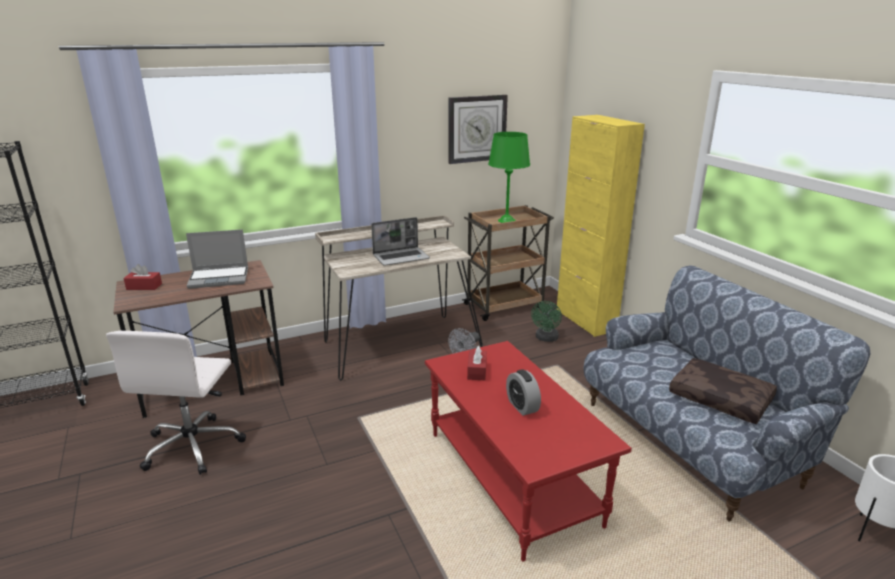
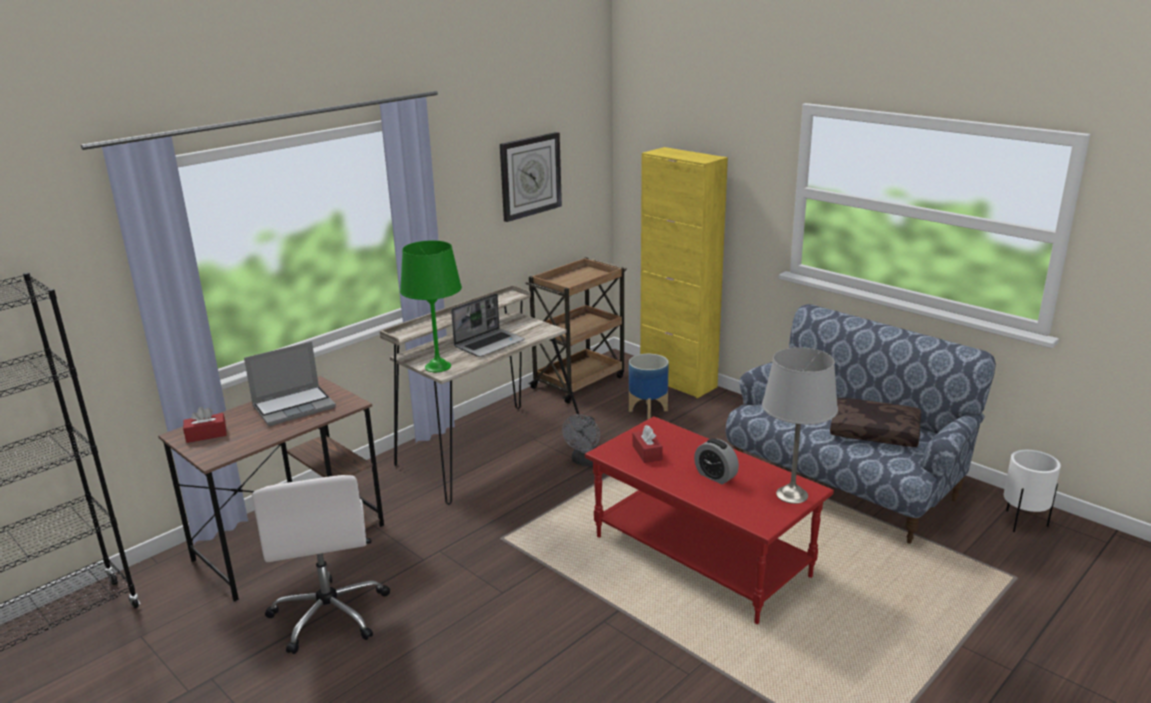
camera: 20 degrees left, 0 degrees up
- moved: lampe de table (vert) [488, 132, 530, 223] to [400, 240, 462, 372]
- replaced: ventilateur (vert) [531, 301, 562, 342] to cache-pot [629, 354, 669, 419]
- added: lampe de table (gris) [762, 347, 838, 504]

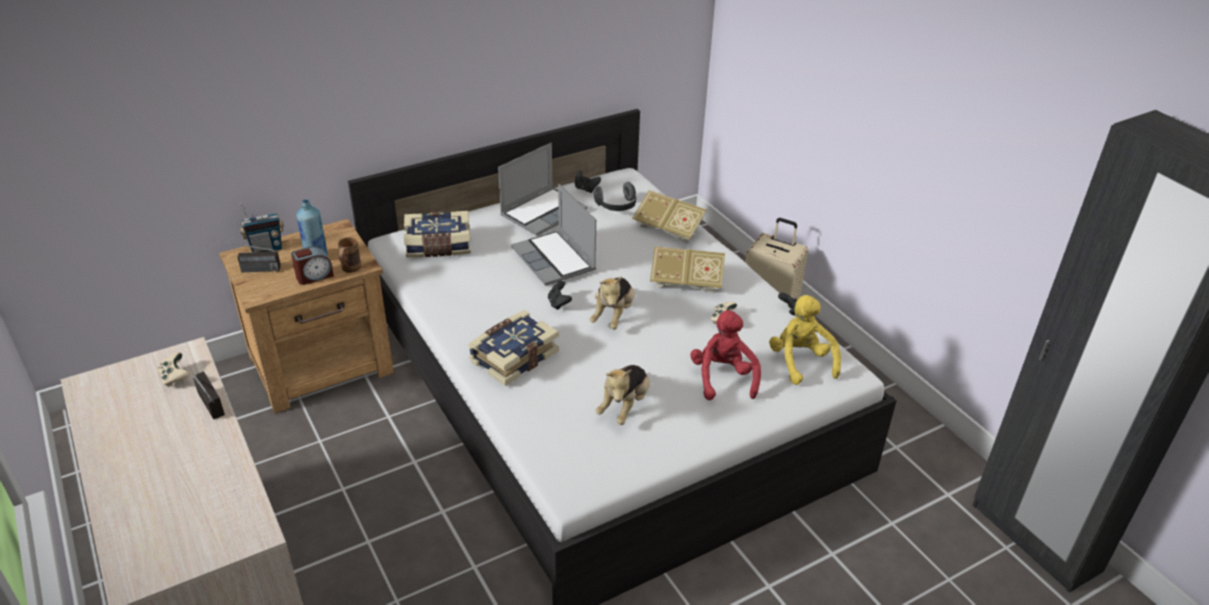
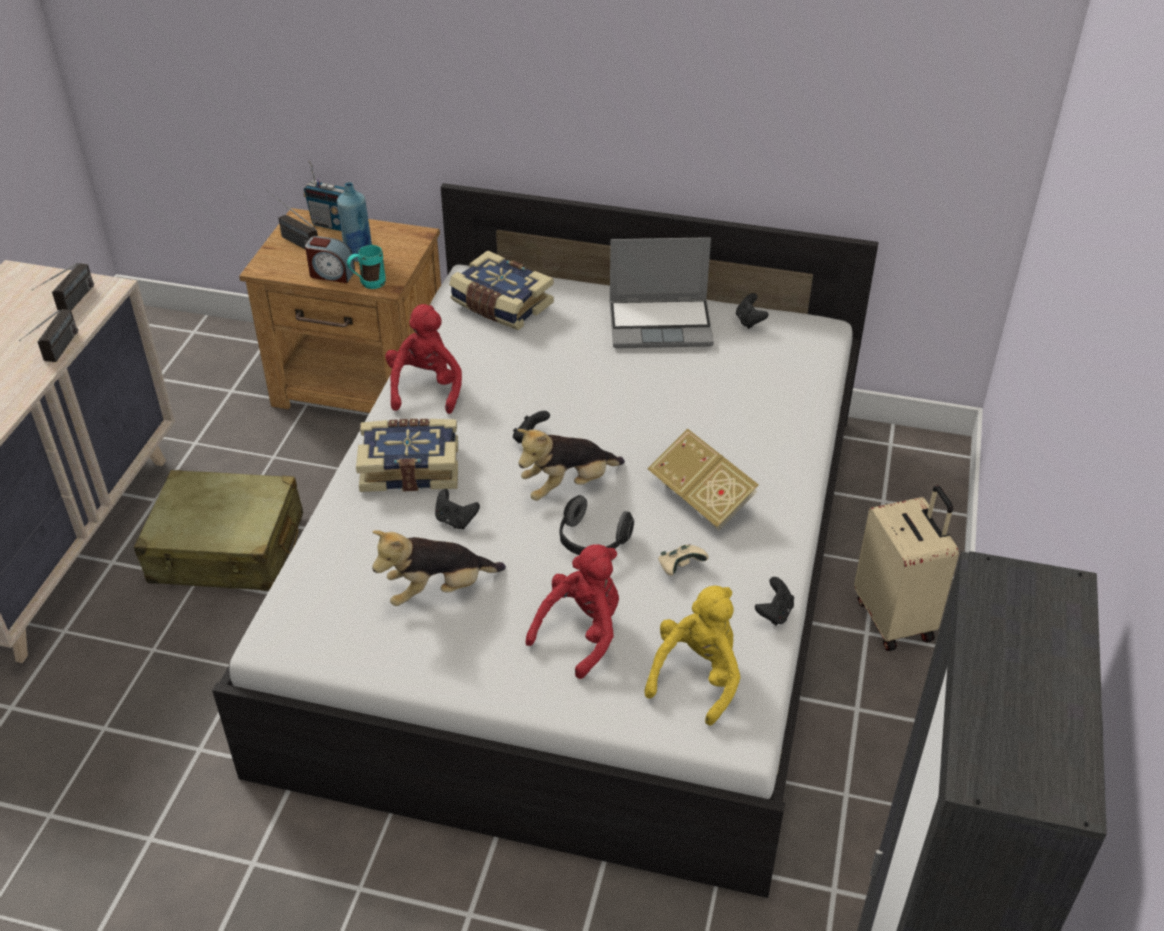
camera: 45 degrees right, 5 degrees up
- replaced: manette (beige) [157, 352, 190, 387] to radio [32, 263, 94, 310]
- recoloured: mug (marron) [338, 237, 361, 272] to mug (turquoise) [347, 245, 386, 289]
- removed: ordinateur portable [511, 184, 596, 286]
- moved: casque audio [594, 182, 636, 211] to [559, 495, 634, 555]
- removed: livre [632, 190, 707, 244]
- added: valise (beige) [134, 470, 303, 591]
- added: peluche (rouge) [385, 304, 462, 414]
- added: manette (noir) [435, 489, 480, 529]

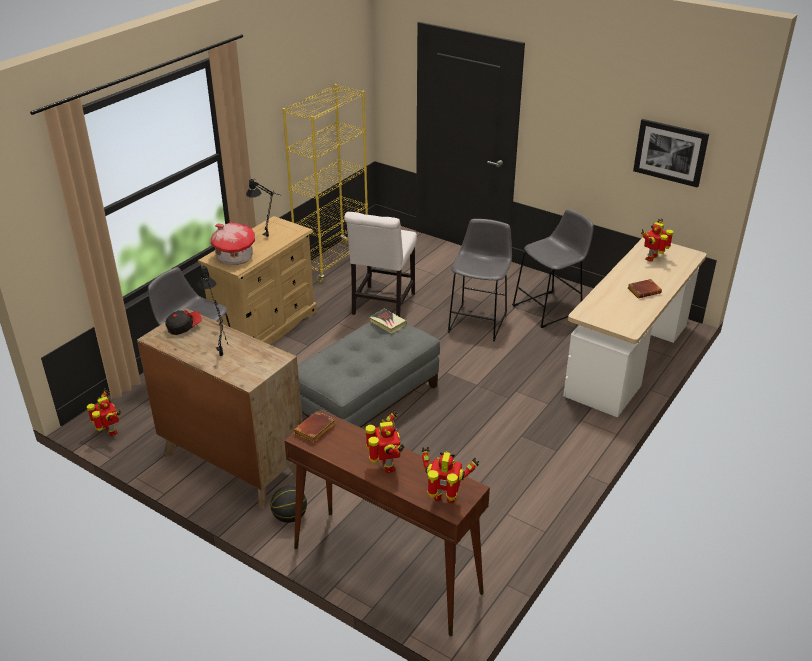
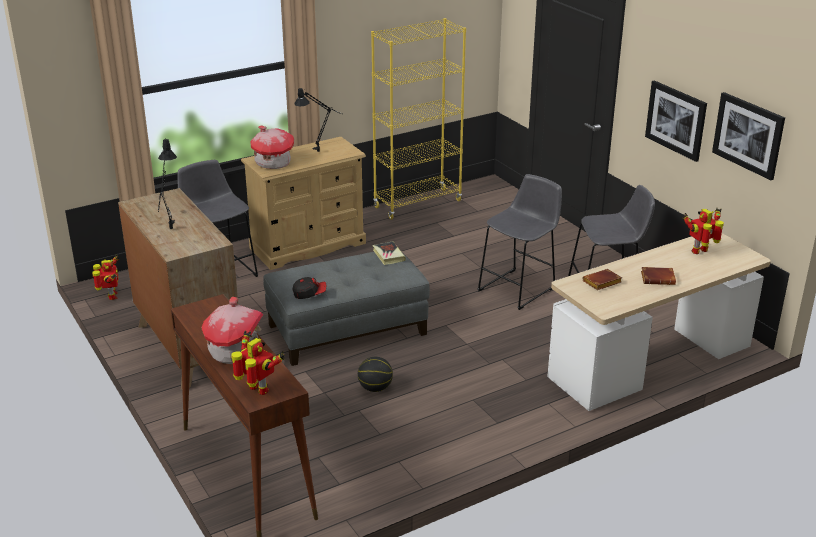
camera: 25 degrees right, 5 degrees down
- moved: casquette [165, 310, 202, 335] to [293, 277, 326, 299]
- moved: ballon de basket [270, 486, 307, 523] to [358, 357, 393, 392]
- moved: livre (marron) [293, 411, 336, 443] to [583, 269, 622, 290]
- removed: chaise (blanc) [344, 212, 417, 317]
- replaced: robot jouet [365, 410, 405, 473] to maison miniature [201, 297, 263, 364]
- added: tableau [645, 80, 707, 162]

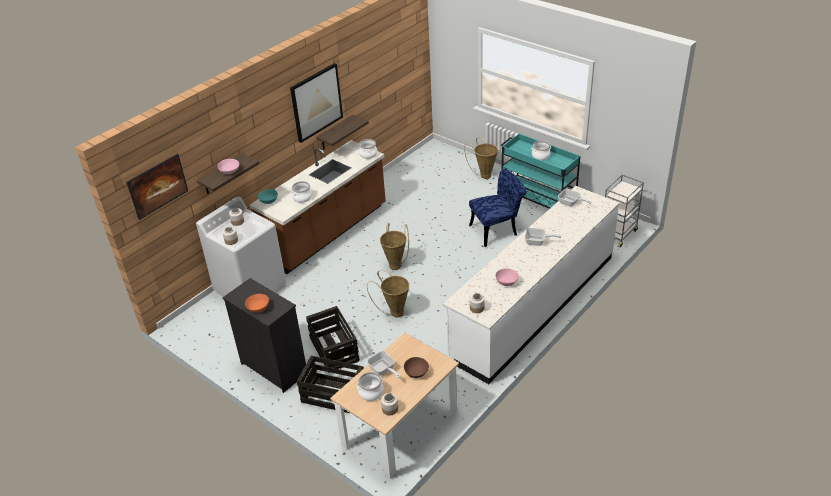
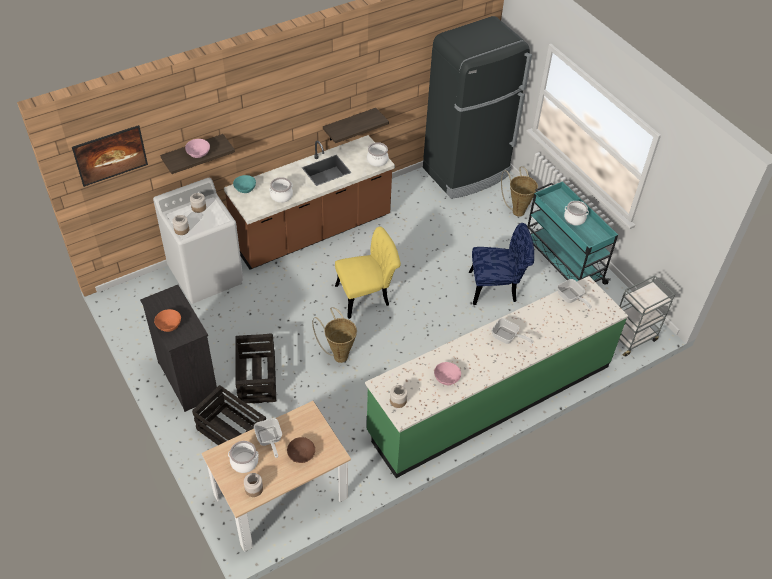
camera: 15 degrees right, 10 degrees up
- removed: tableau [290, 63, 343, 143]
- replaced: panier [380, 223, 409, 270] to chaise (jaune) [335, 227, 401, 319]
- recoloured: comptoir de cuisine (blanc) [443, 186, 619, 384] to comptoir de cuisine (vert) [365, 276, 628, 478]
- added: réfrigérateur (noir) [423, 16, 532, 199]

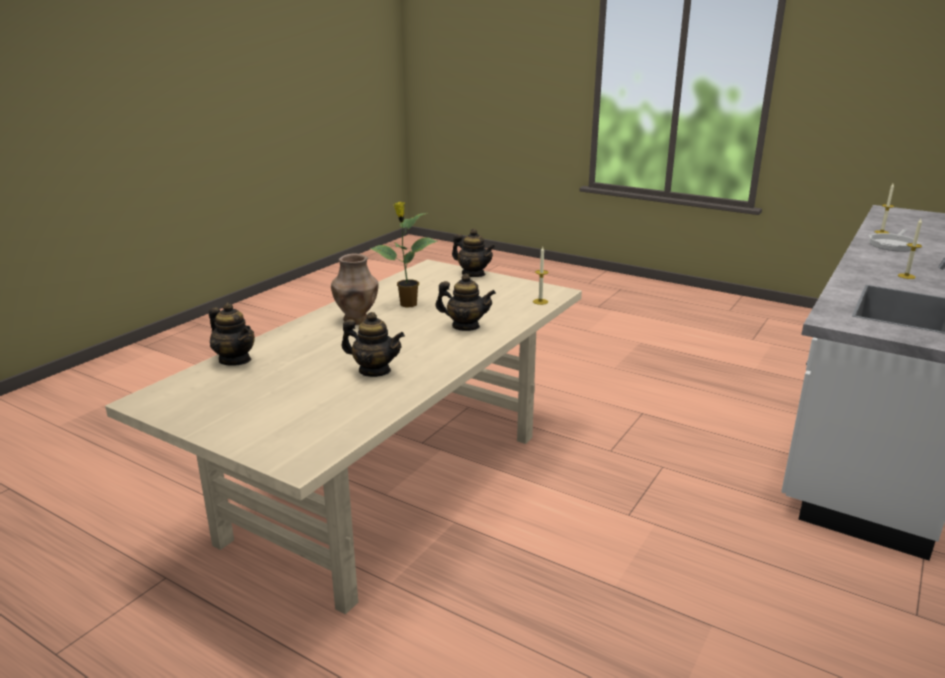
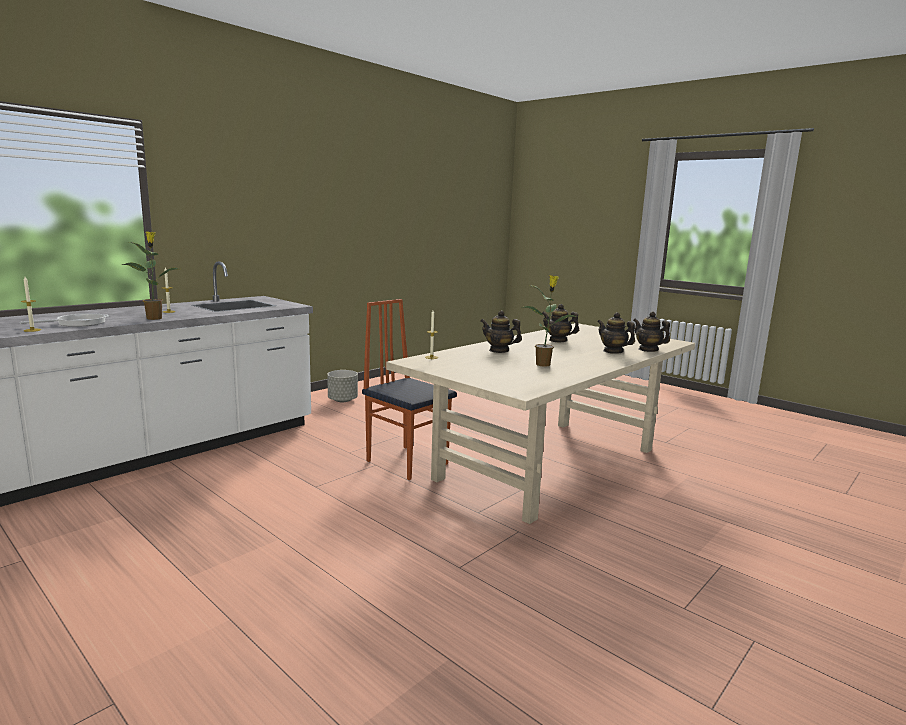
camera: 170 degrees left, 10 degrees down
- removed: vase (marron) [331, 254, 378, 325]
- moved: théière [452, 229, 495, 277] to [597, 312, 635, 354]
- added: plante en pot [121, 231, 178, 320]
- added: cache-pot (gris) [327, 370, 358, 402]
- added: chaise [362, 299, 457, 480]

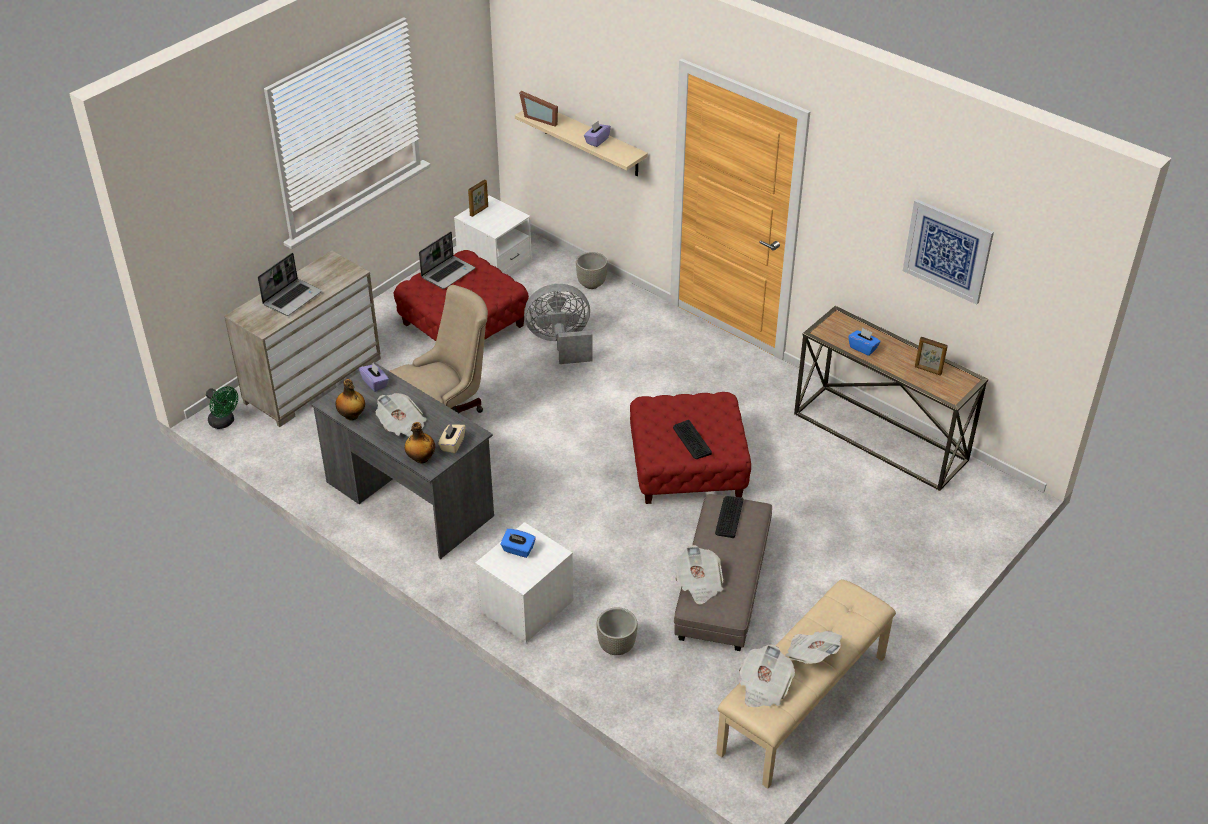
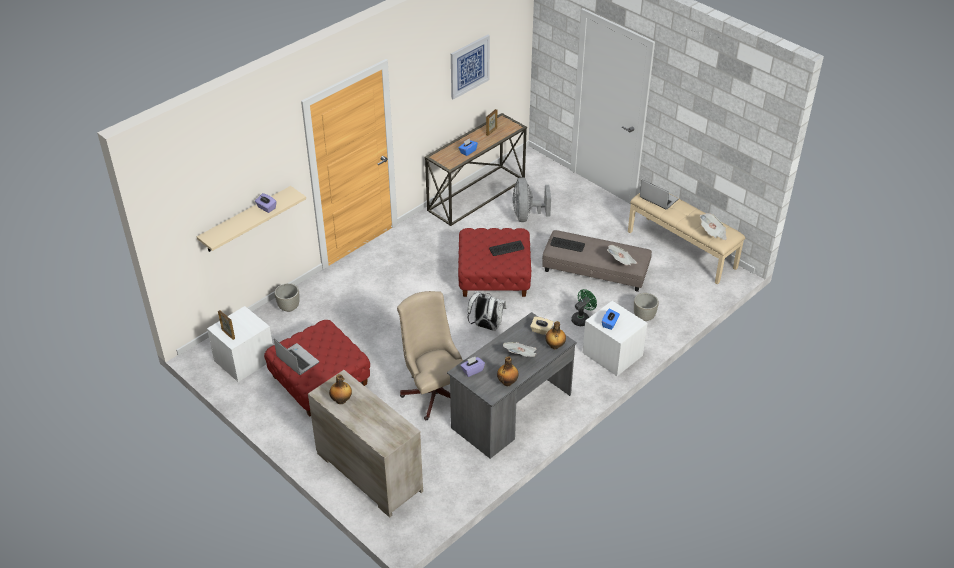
camera: 85 degrees left, 0 degrees up
- moved: ventilateur (vert) [206, 386, 238, 429] to [571, 289, 597, 326]
- moved: ordinateur portable [258, 253, 322, 316] to [640, 179, 678, 209]
- removed: cadre photo [519, 91, 558, 126]
- moved: ventilateur (gris) [524, 284, 593, 364] to [513, 177, 551, 222]
- removed: journal [785, 631, 842, 664]
- added: bouteille [329, 374, 352, 404]
- added: sac à dos (blanc) [468, 291, 506, 331]

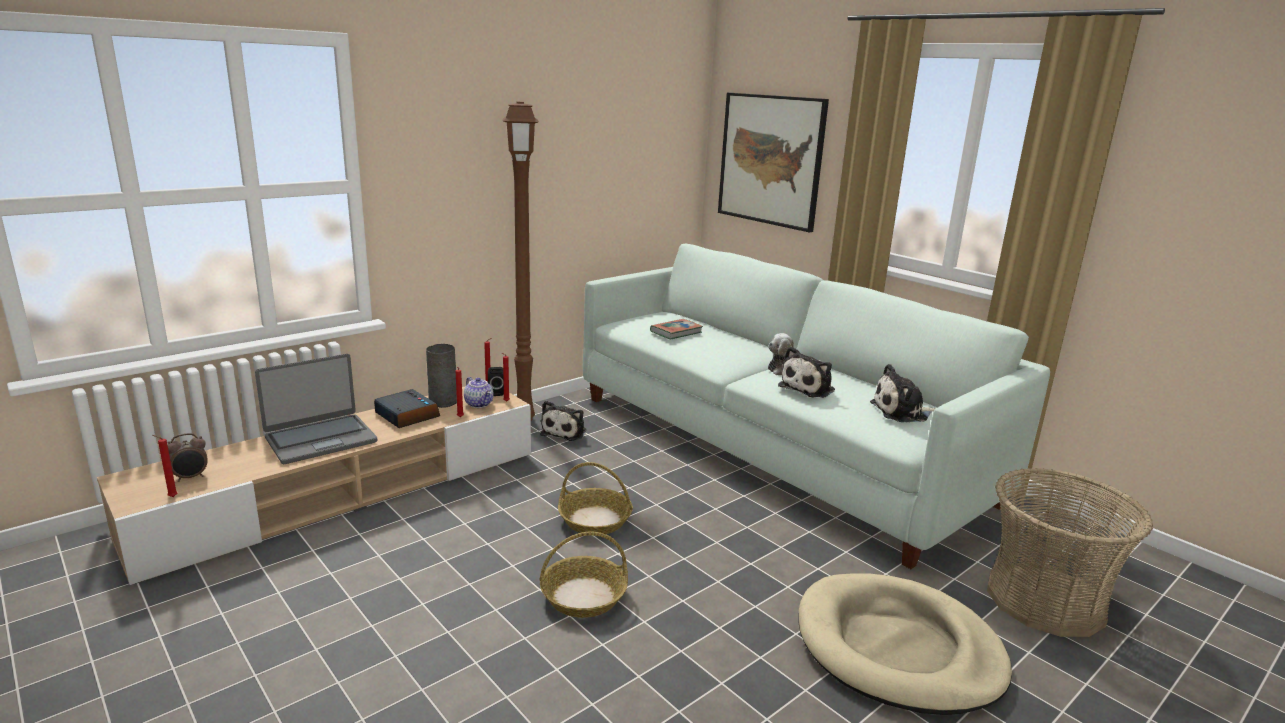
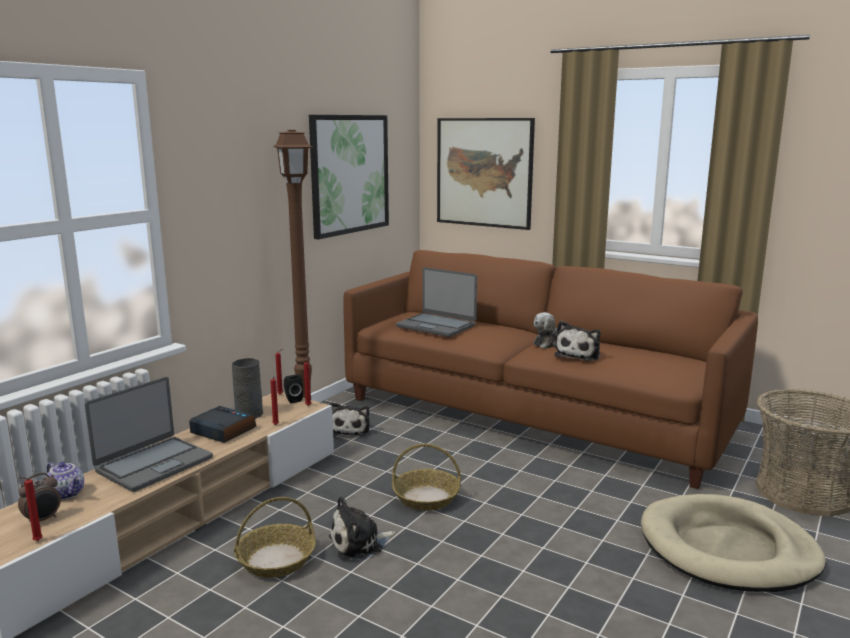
camera: 15 degrees left, 5 degrees down
- moved: théière [464, 377, 494, 408] to [46, 462, 84, 500]
- moved: panier [539, 532, 628, 618] to [234, 497, 316, 578]
- recoloured: canapé (blanc) [583, 244, 1050, 569] to canapé (marron) [344, 250, 758, 489]
- replaced: livre [650, 319, 703, 340] to ordinateur portable [396, 267, 477, 337]
- moved: peluche [870, 364, 936, 422] to [329, 496, 395, 560]
- added: tableau [309, 115, 389, 239]

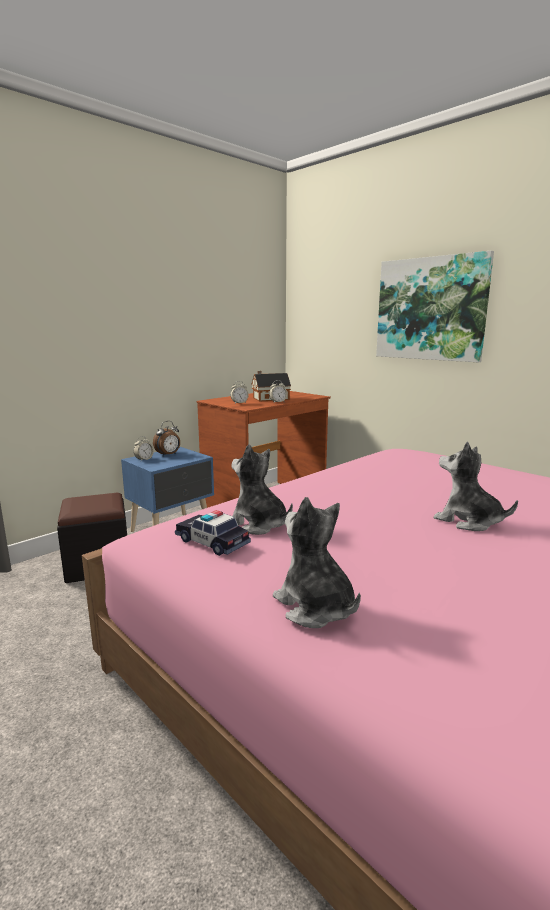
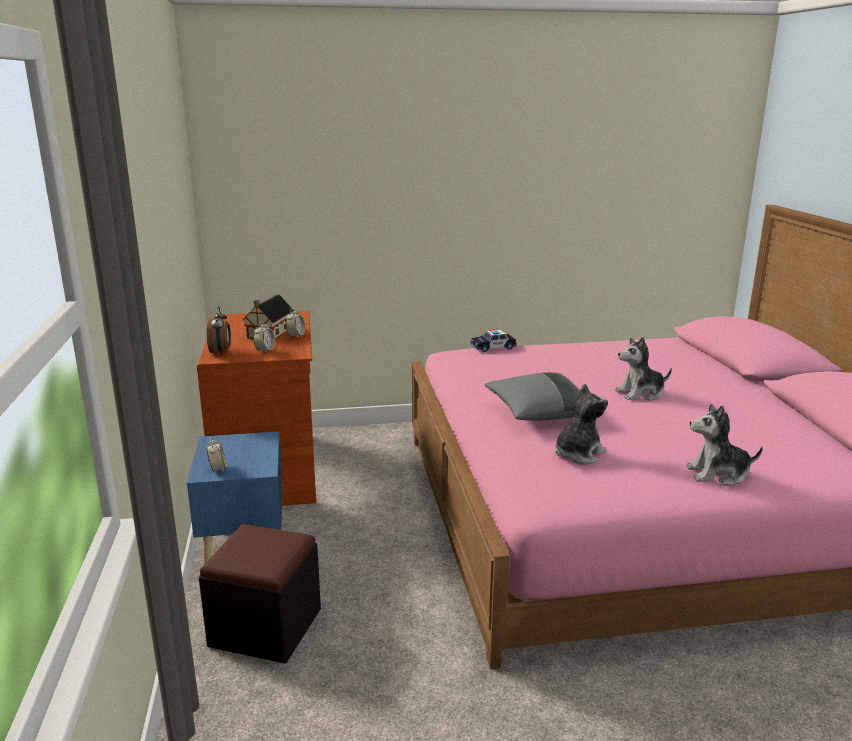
camera: 55 degrees left, 5 degrees up
- moved: réveil [153, 421, 180, 456] to [207, 306, 231, 355]
- moved: petite voiture [175, 510, 251, 556] to [470, 329, 517, 352]
- turned: peluche [231, 444, 293, 535] = [554, 383, 608, 464] 150 degrees clockwise
- removed: tableau [376, 251, 494, 362]
- added: coussin (gris) [484, 372, 580, 421]

